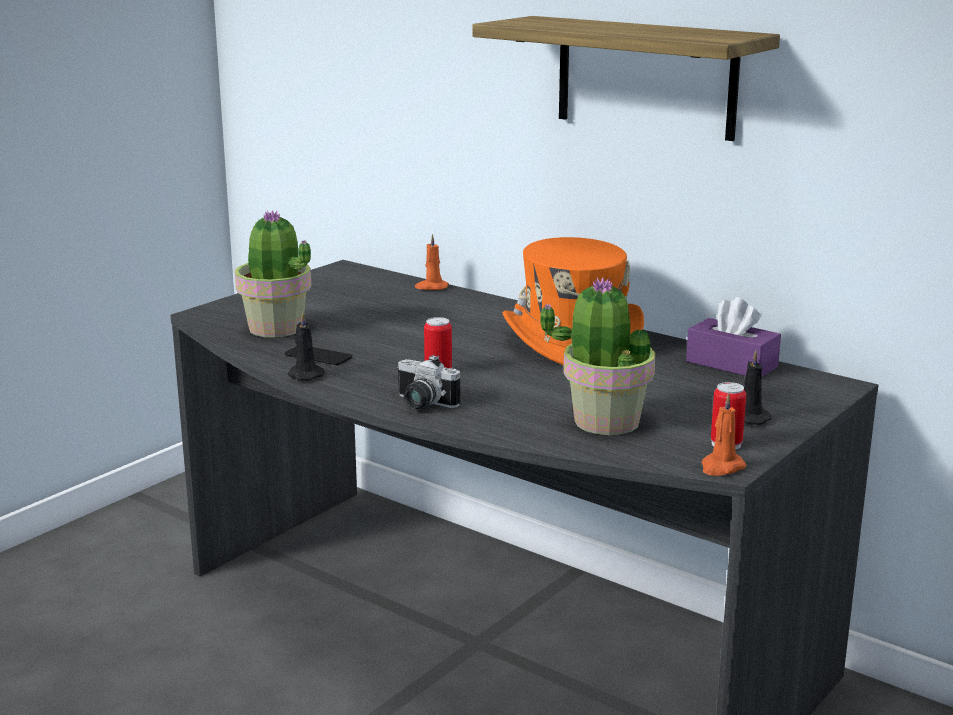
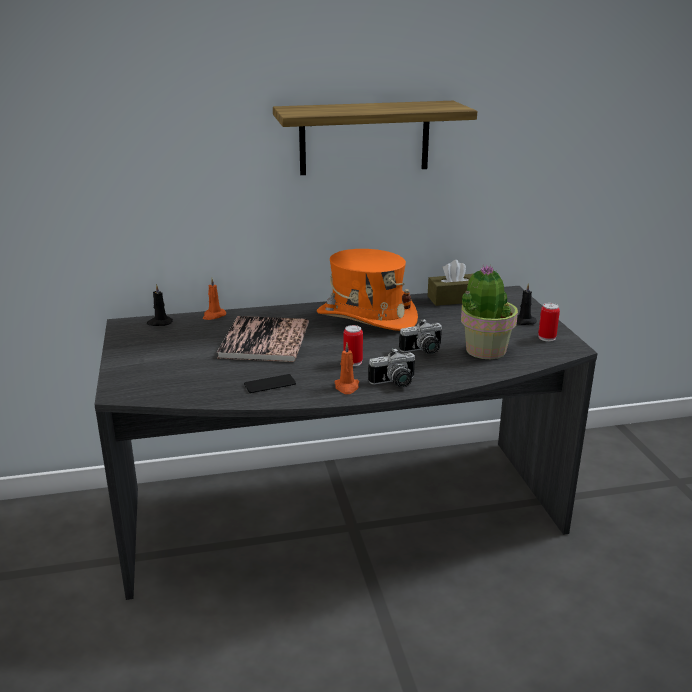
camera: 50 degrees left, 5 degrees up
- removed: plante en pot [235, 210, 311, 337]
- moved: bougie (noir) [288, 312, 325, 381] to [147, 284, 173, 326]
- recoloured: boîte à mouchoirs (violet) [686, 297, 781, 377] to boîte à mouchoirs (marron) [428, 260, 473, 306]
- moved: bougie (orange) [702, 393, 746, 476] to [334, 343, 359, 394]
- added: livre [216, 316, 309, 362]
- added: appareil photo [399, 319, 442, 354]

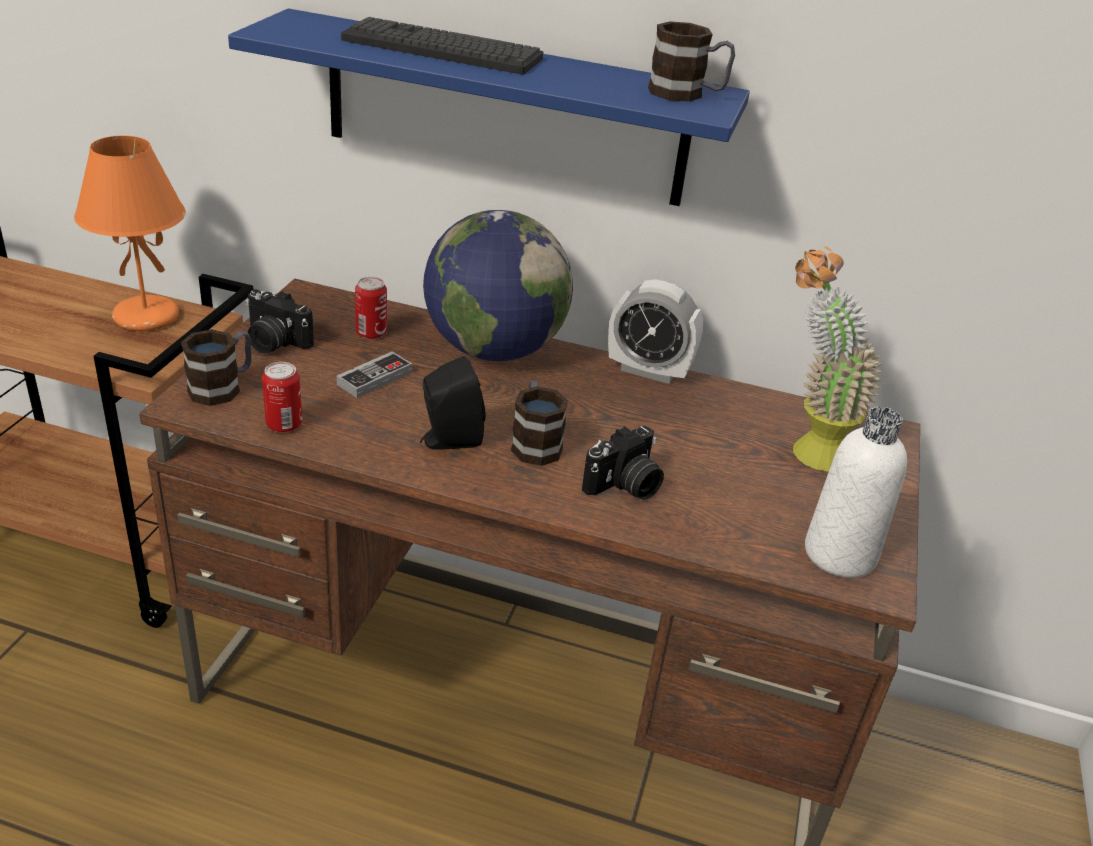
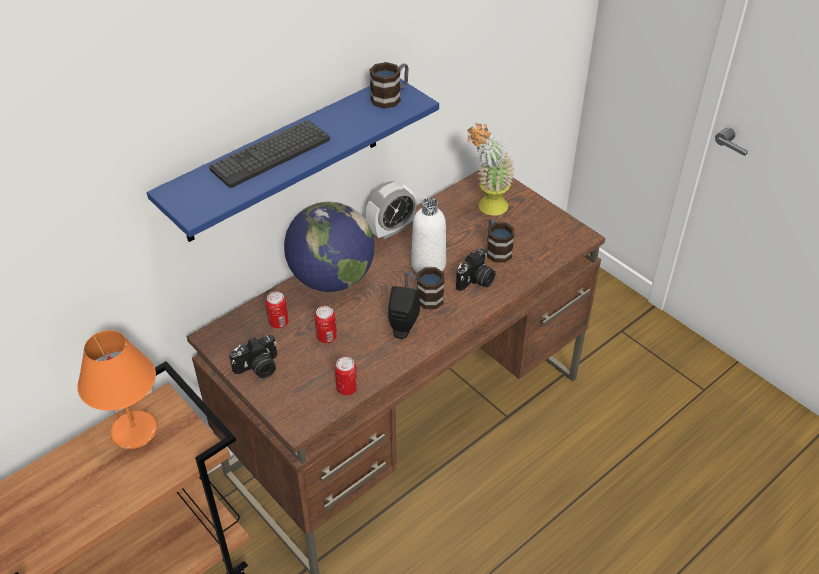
camera: 55 degrees left, 10 degrees up
- moved: mug [181, 329, 252, 406] to [487, 218, 514, 263]
- replaced: manette [337, 352, 412, 398] to boîte métallique [315, 306, 337, 343]
- turned: appareil photo [582, 426, 664, 500] = [456, 249, 496, 291] 45 degrees clockwise
- moved: bouteille (blanc) [805, 407, 907, 578] to [411, 198, 446, 273]

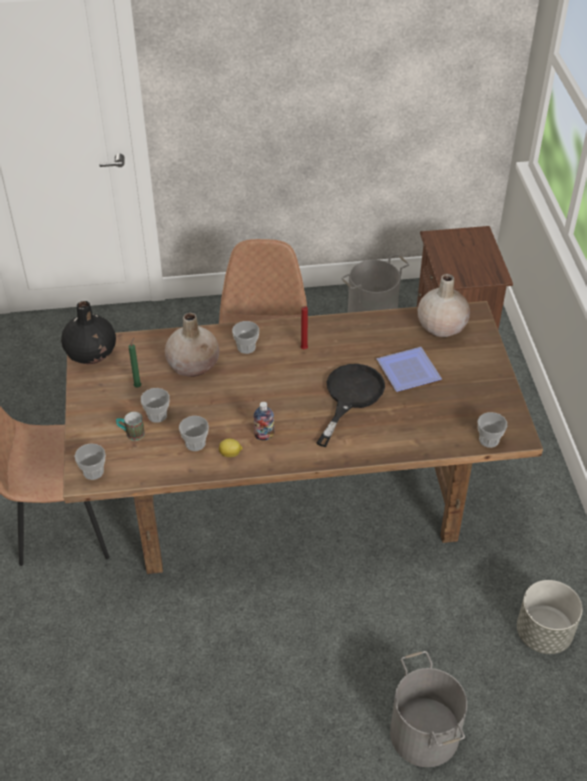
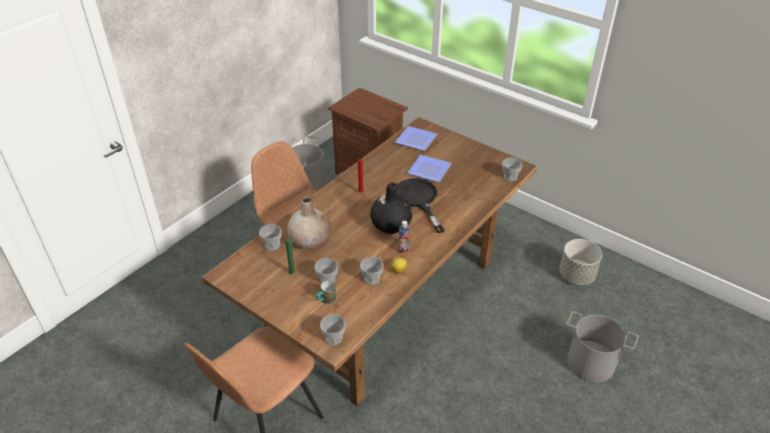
camera: 45 degrees left, 5 degrees down
- moved: vase (noir) [61, 301, 116, 364] to [370, 182, 412, 234]
- moved: tasse [232, 321, 259, 354] to [259, 224, 281, 251]
- replaced: vase (beige) [418, 274, 470, 337] to assiette [395, 126, 437, 151]

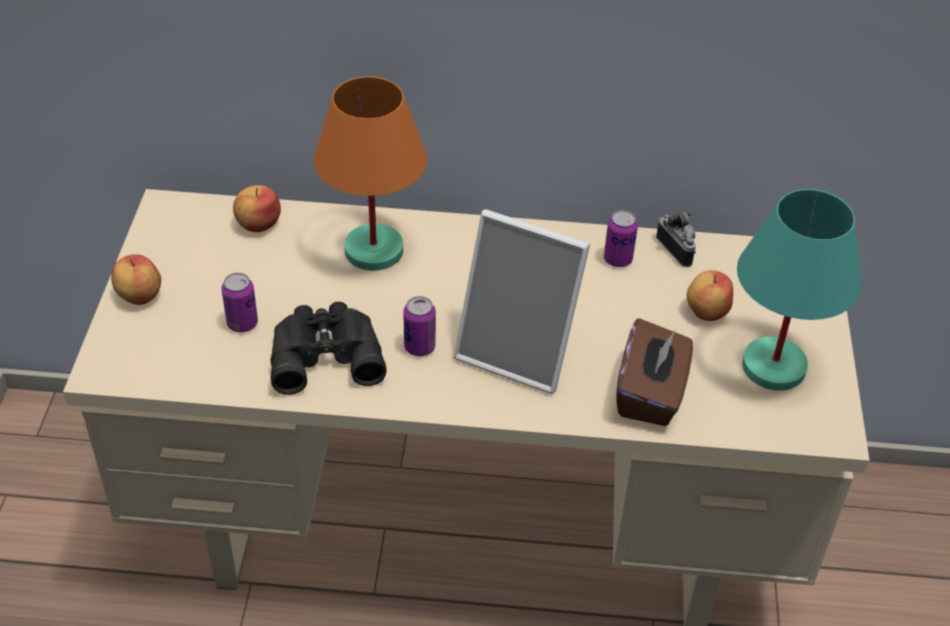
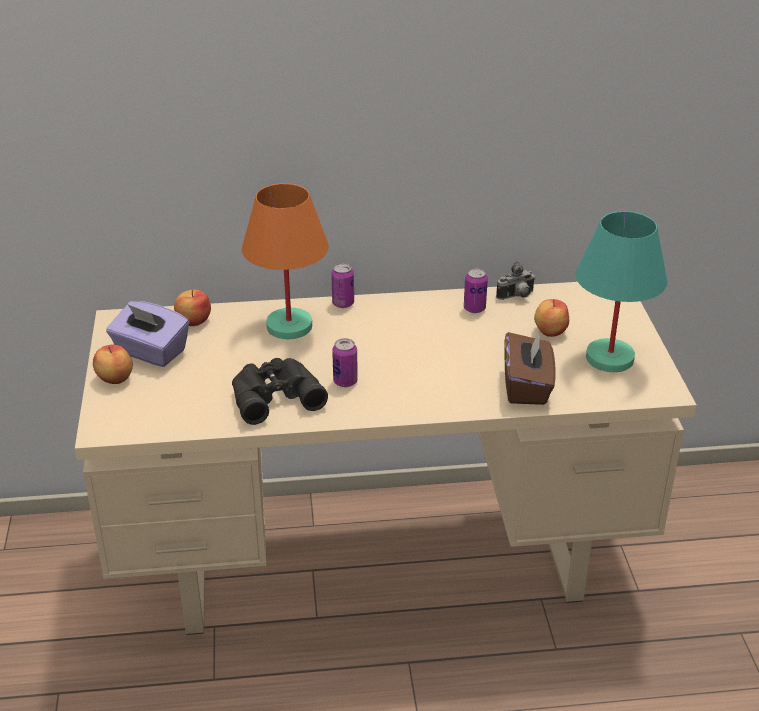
camera: 10 degrees left, 10 degrees down
- moved: boîte métallique [221, 273, 258, 332] to [331, 263, 354, 308]
- removed: cadre photo [454, 209, 590, 394]
- turned: appareil photo [656, 212, 696, 267] = [496, 261, 535, 300] 105 degrees clockwise
- added: boîte à mouchoirs (violet) [106, 301, 189, 367]

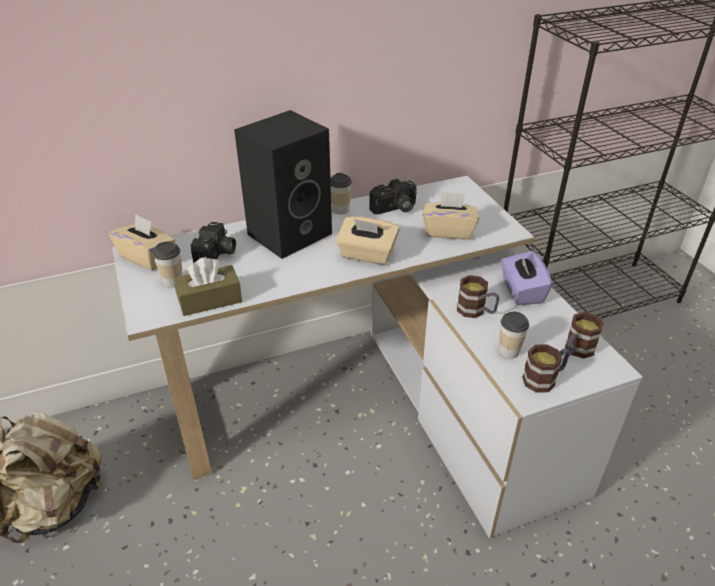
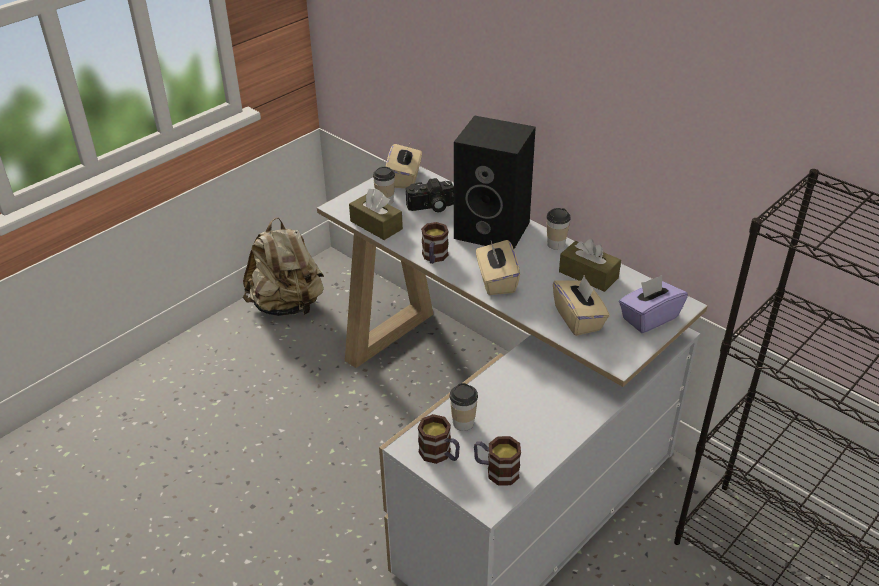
camera: 65 degrees right, 0 degrees up
- replaced: appareil photo [369, 179, 417, 214] to boîte à mouchoirs (marron) [559, 239, 621, 292]
- moved: mug [457, 275, 499, 318] to [421, 222, 449, 264]
- moved: boîte à mouchoirs (violet) [501, 251, 552, 305] to [619, 275, 688, 333]

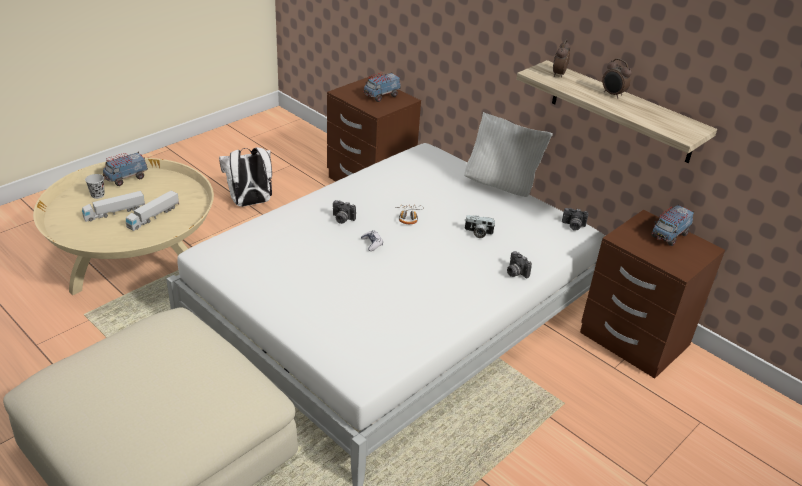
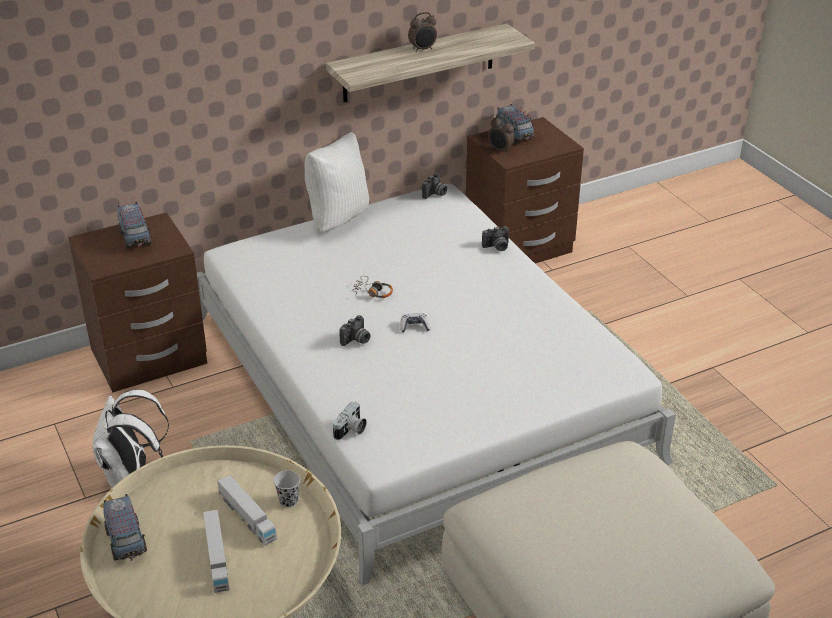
camera: 70 degrees left, 0 degrees up
- moved: tasse (noir) [85, 174, 105, 199] to [274, 470, 300, 507]
- moved: appareil photo [465, 215, 496, 238] to [333, 402, 367, 440]
- moved: réveil [553, 39, 570, 77] to [488, 116, 515, 154]

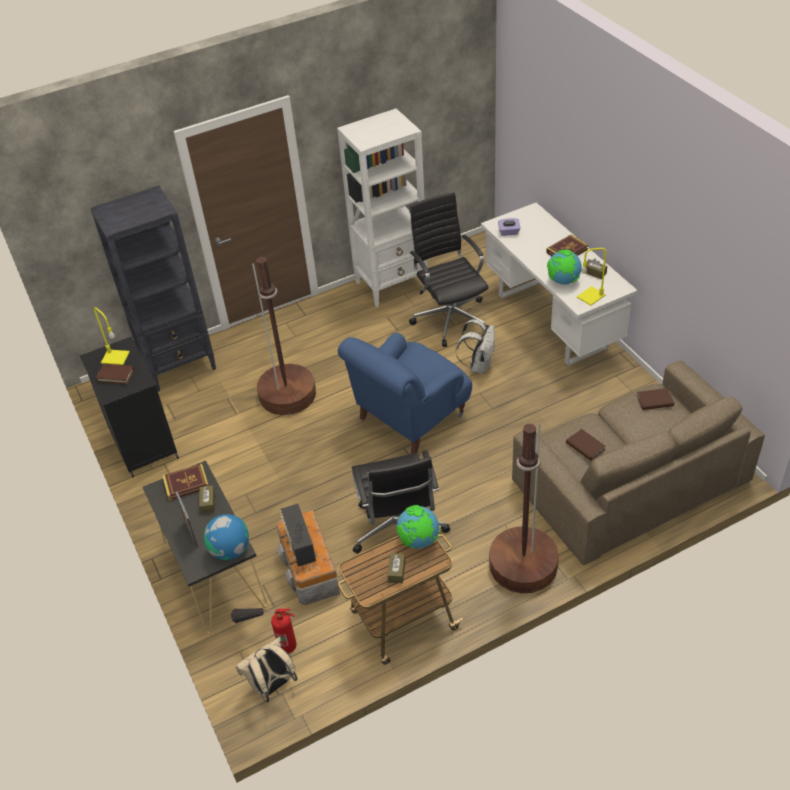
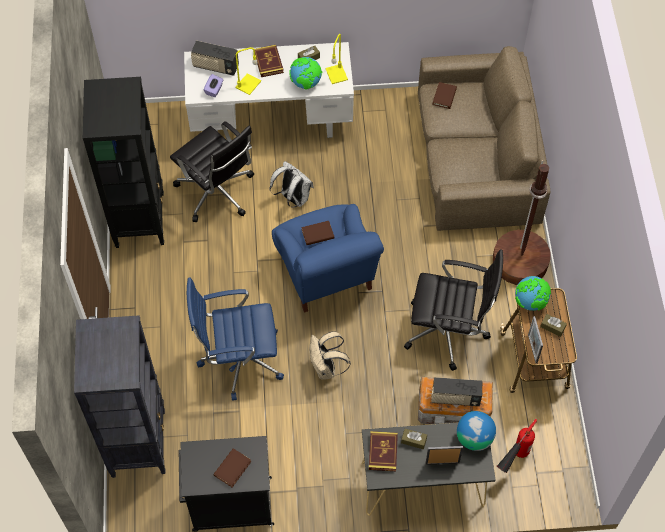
camera: 70 degrees left, 15 degrees up
- moved: lampe de table (jaune) [94, 307, 130, 365] to [235, 47, 261, 95]
- moved: sac à dos (beige) [236, 637, 297, 702] to [309, 331, 350, 380]
- replaced: lampadaire (marron) [252, 257, 316, 415] to chaise de bureau (bleu) [187, 278, 284, 401]
- recoloured: bibliothèque (blanc) [337, 109, 428, 308] to bibliothèque (noir) [83, 77, 164, 248]
- turned: chaise de bureau (noir) [409, 192, 490, 347] = [170, 121, 254, 222] 135 degrees counterclockwise
- moved: livre (marron) [566, 429, 606, 461] to [301, 221, 335, 245]
- added: radio [191, 41, 239, 76]
- added: cadre photo [528, 316, 543, 363]

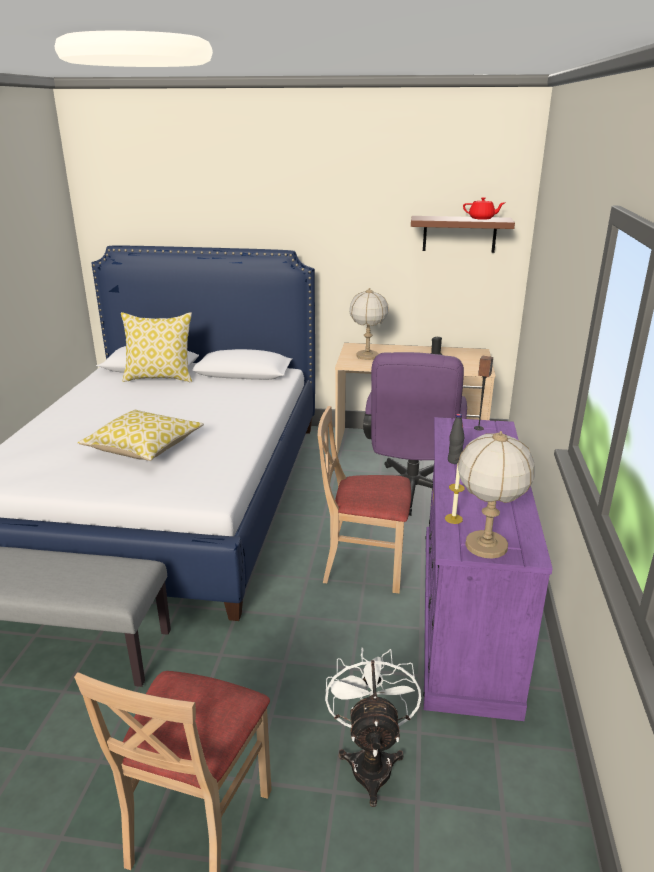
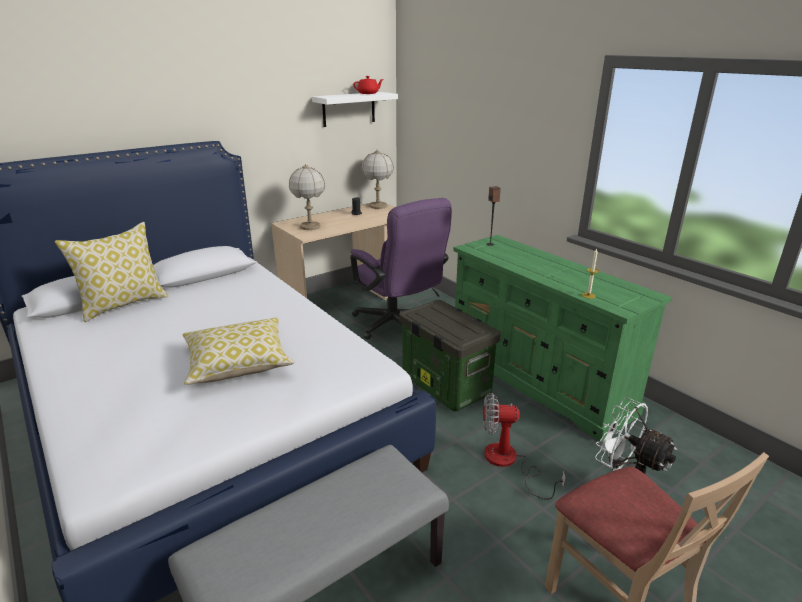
camera: 45 degrees left, 0 degrees up
- replaced: chaise (beige) [318, 406, 411, 593] to boîte de rangement [399, 300, 501, 411]
- recoloured: étagère (marron) [411, 216, 515, 253] to étagère (blanc) [312, 92, 398, 127]
- recoloured: commode (violet) [423, 417, 553, 721] to commode (vert) [453, 235, 672, 442]
- removed: bouteille (noir) [448, 414, 464, 464]
- moved: lampe de table [457, 431, 535, 559] to [362, 150, 394, 209]
- added: ventilateur [483, 393, 565, 500]

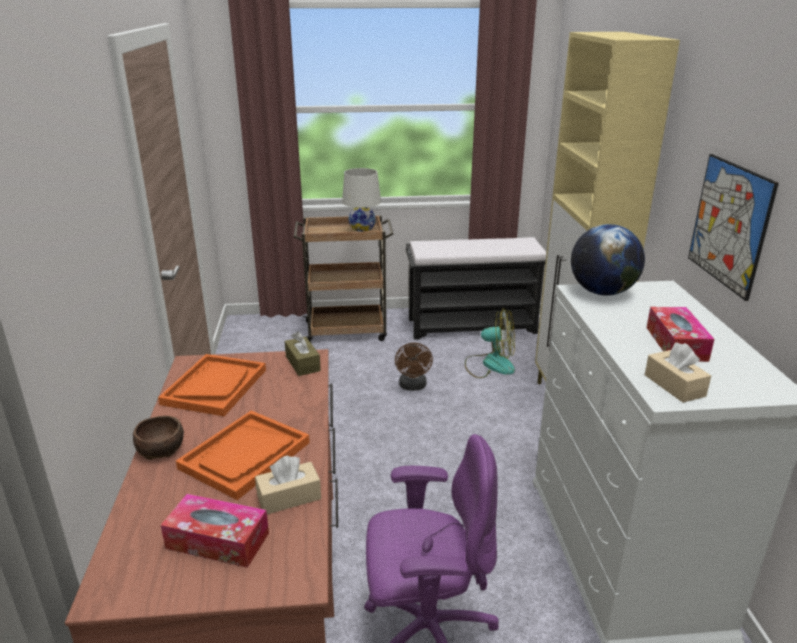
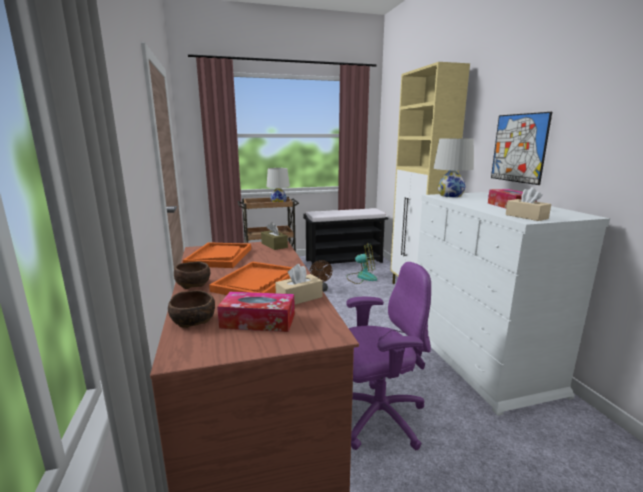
camera: 10 degrees left, 10 degrees down
- replaced: globe [571, 224, 645, 296] to lampe de table (blanc) [434, 138, 474, 197]
- added: bol (marron) [168, 290, 215, 328]

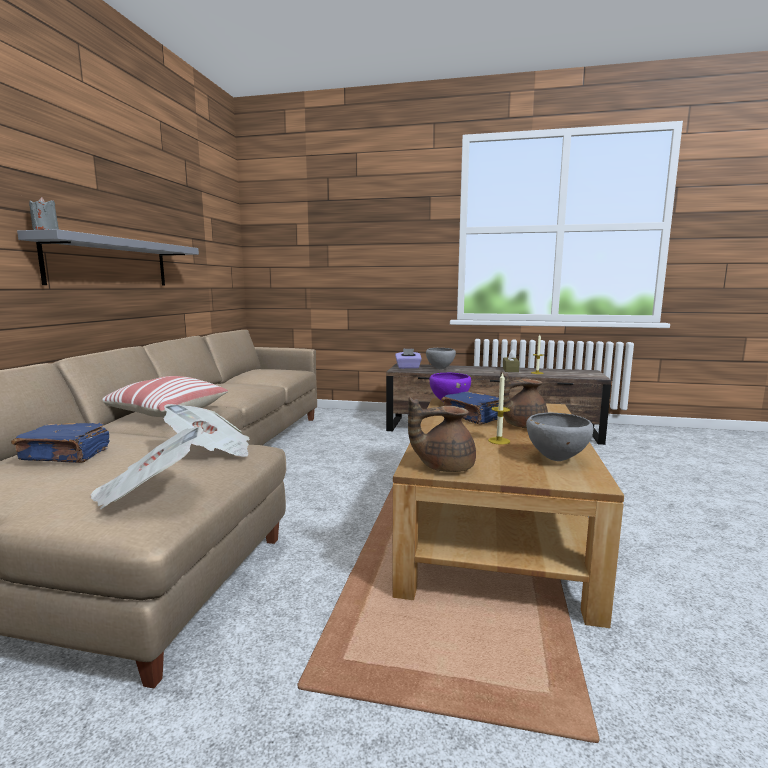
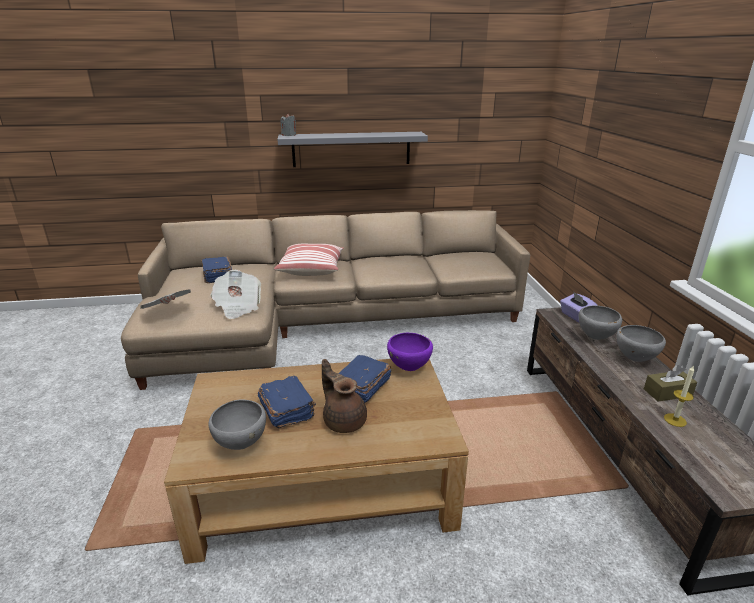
camera: 70 degrees right, 15 degrees up
- removed: théière (marron) [408, 397, 476, 472]
- replaced: bougie [488, 372, 510, 445] to livre (bleu) [258, 376, 316, 428]
- added: bol (gris) [616, 325, 666, 362]

